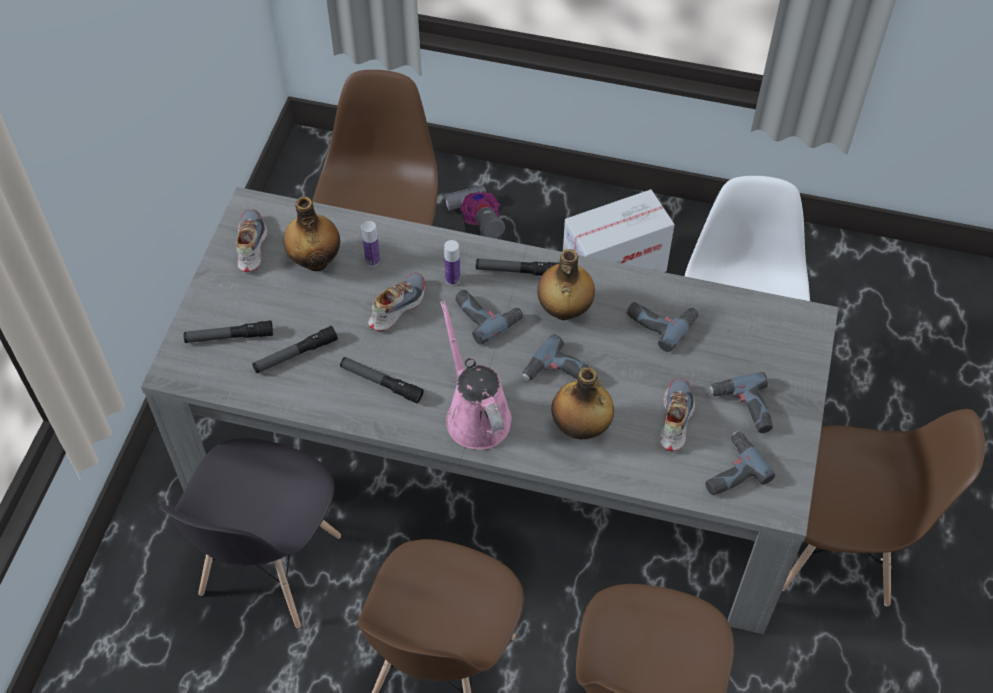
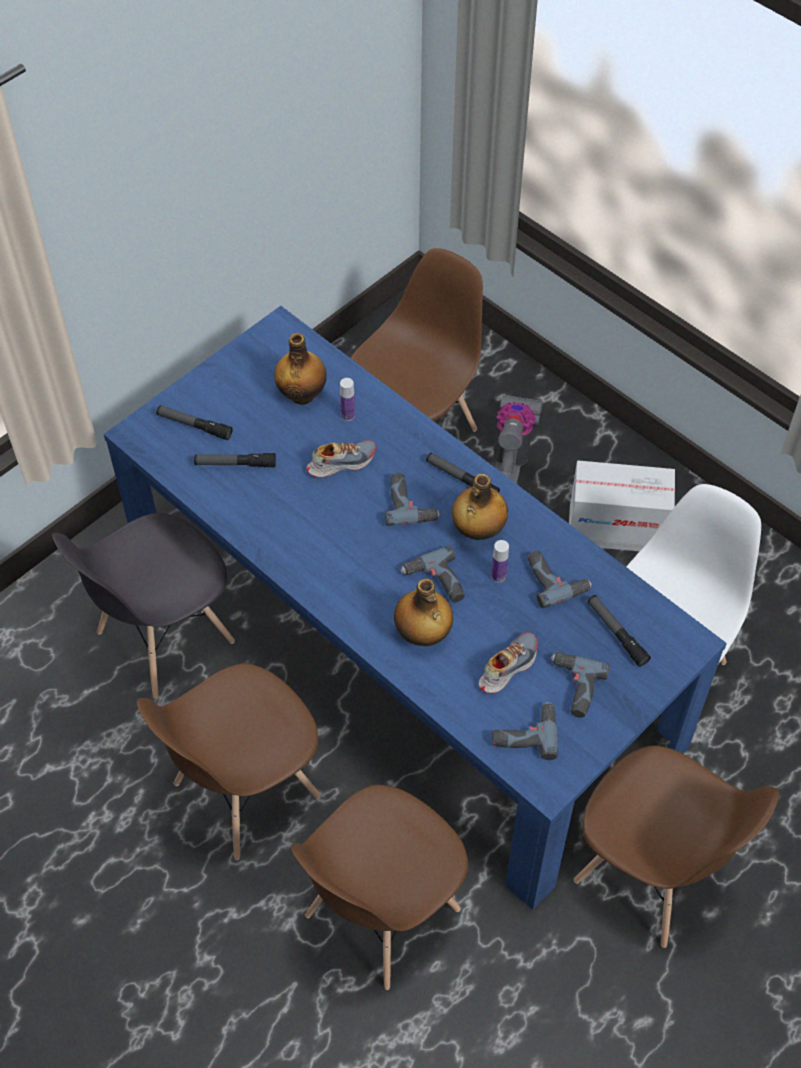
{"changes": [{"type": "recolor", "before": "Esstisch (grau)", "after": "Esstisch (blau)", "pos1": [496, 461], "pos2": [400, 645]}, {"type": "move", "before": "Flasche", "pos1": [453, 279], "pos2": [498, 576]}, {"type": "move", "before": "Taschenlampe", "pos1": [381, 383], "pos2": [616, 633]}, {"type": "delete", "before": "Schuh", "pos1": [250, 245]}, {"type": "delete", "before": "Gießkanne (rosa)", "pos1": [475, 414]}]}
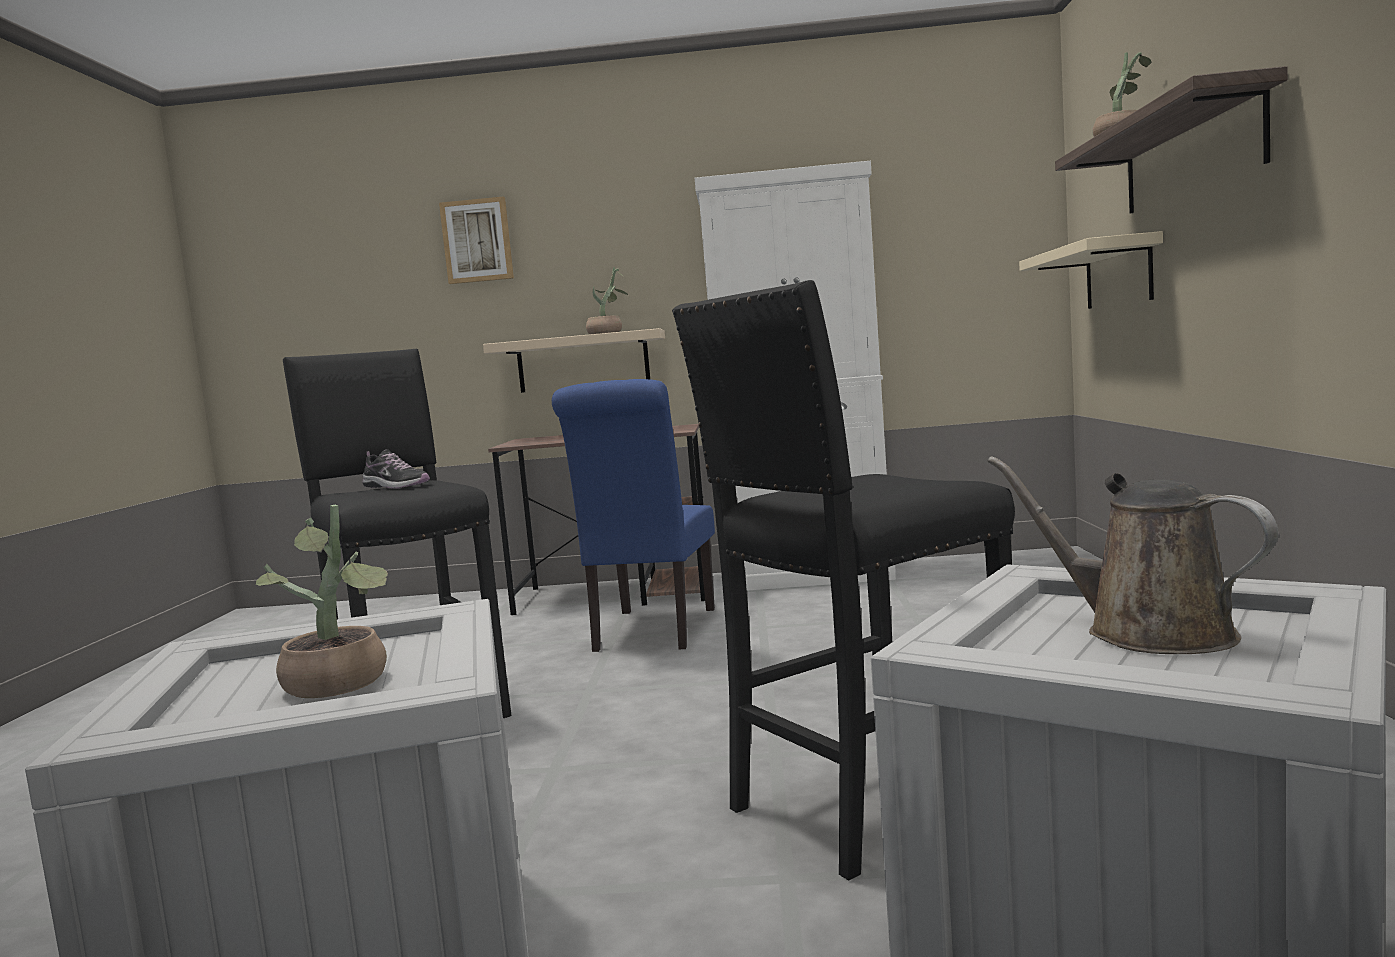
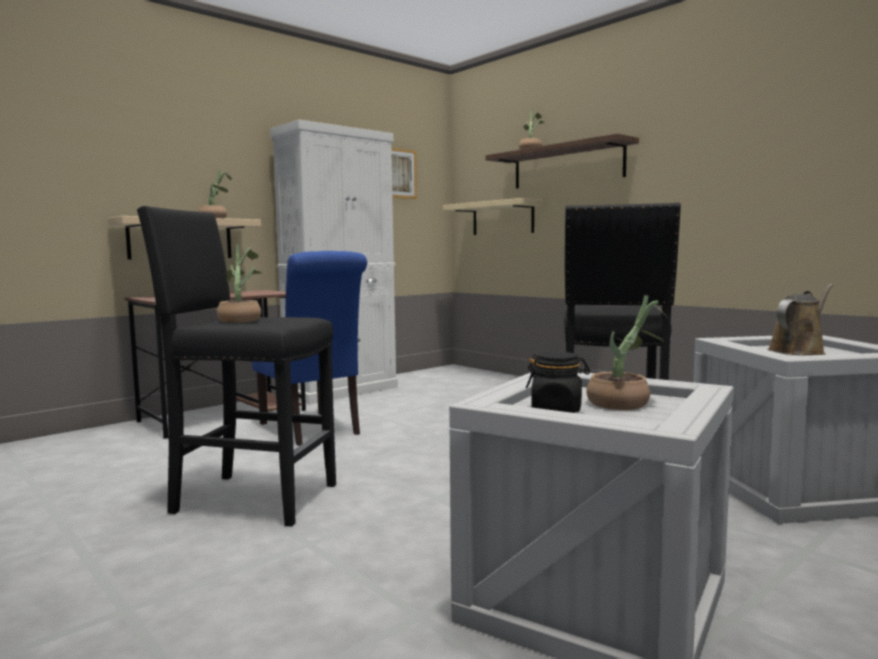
{"changes": [{"type": "replace", "before": "Schuh", "after": "Topfpflanze", "pos1": [395, 486], "pos2": [240, 320]}, {"type": "move", "before": "Bild", "pos1": [477, 241], "pos2": [399, 173]}, {"type": "insert", "after": "Vorratsglas (schwarz)", "pos2": [557, 409]}, {"type": "rotate", "before": "Gießkanne (braun)", "pos1": [1145, 632], "pos2": [798, 351], "turn": 135}]}
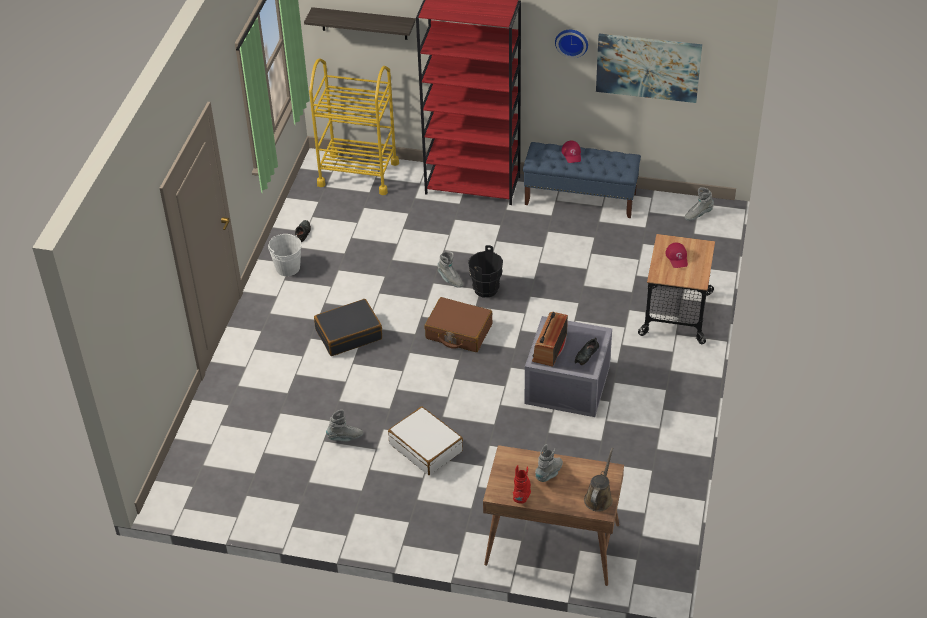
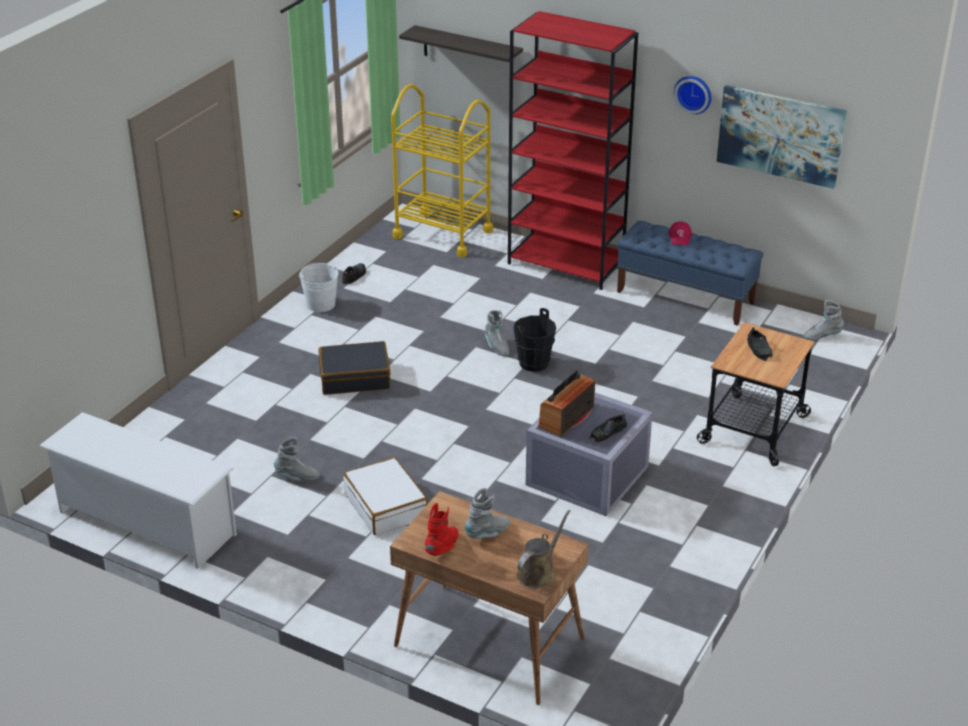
{"changes": [{"type": "insert", "after": "Schuhregal (weiß)", "pos2": [146, 523]}, {"type": "replace", "before": "Kappe (rot)", "after": "Schuh (schwarz)", "pos1": [677, 257], "pos2": [759, 349]}, {"type": "delete", "before": "Koffer (braun)", "pos1": [458, 332]}]}
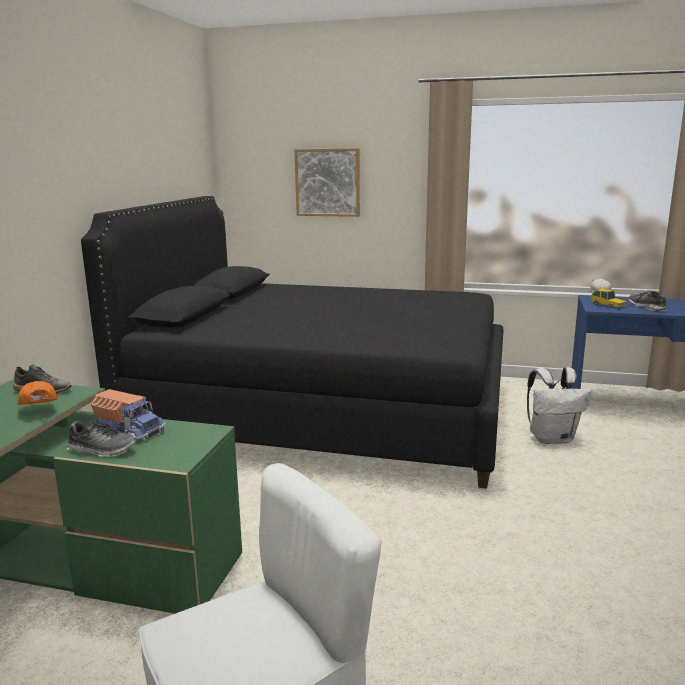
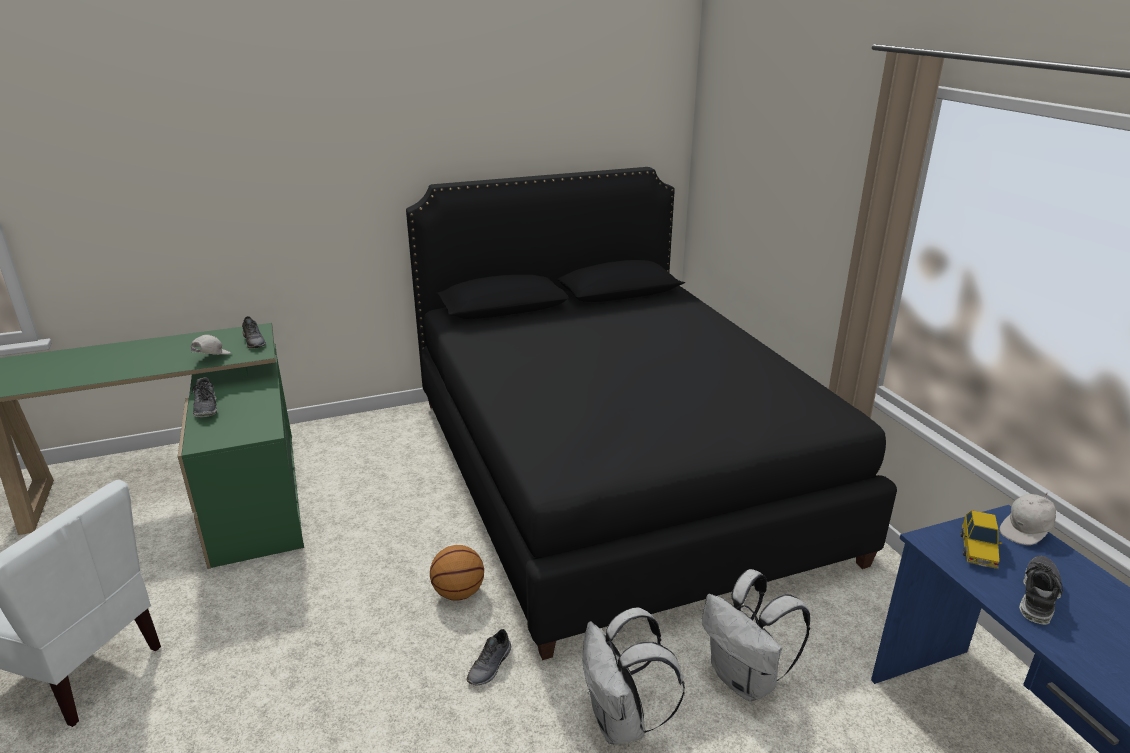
{"changes": [{"type": "recolor", "before": "Kappe (orange)", "after": "Kappe (weiß)", "pos1": [38, 411], "pos2": [211, 358]}, {"type": "insert", "after": "Basketball", "pos2": [458, 593]}, {"type": "insert", "after": "Schuh (grau)", "pos2": [490, 666]}, {"type": "insert", "after": "Rucksack (weiß)", "pos2": [622, 722]}, {"type": "delete", "before": "Spielzeuglaster", "pos1": [129, 429]}, {"type": "delete", "before": "Bild", "pos1": [327, 182]}]}
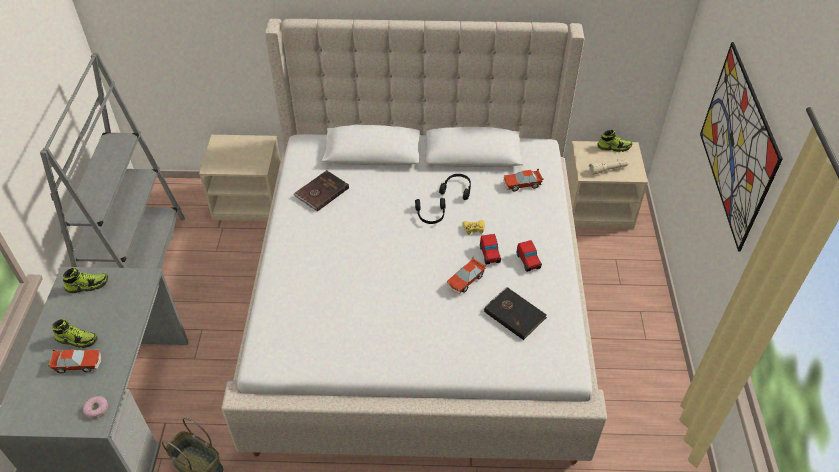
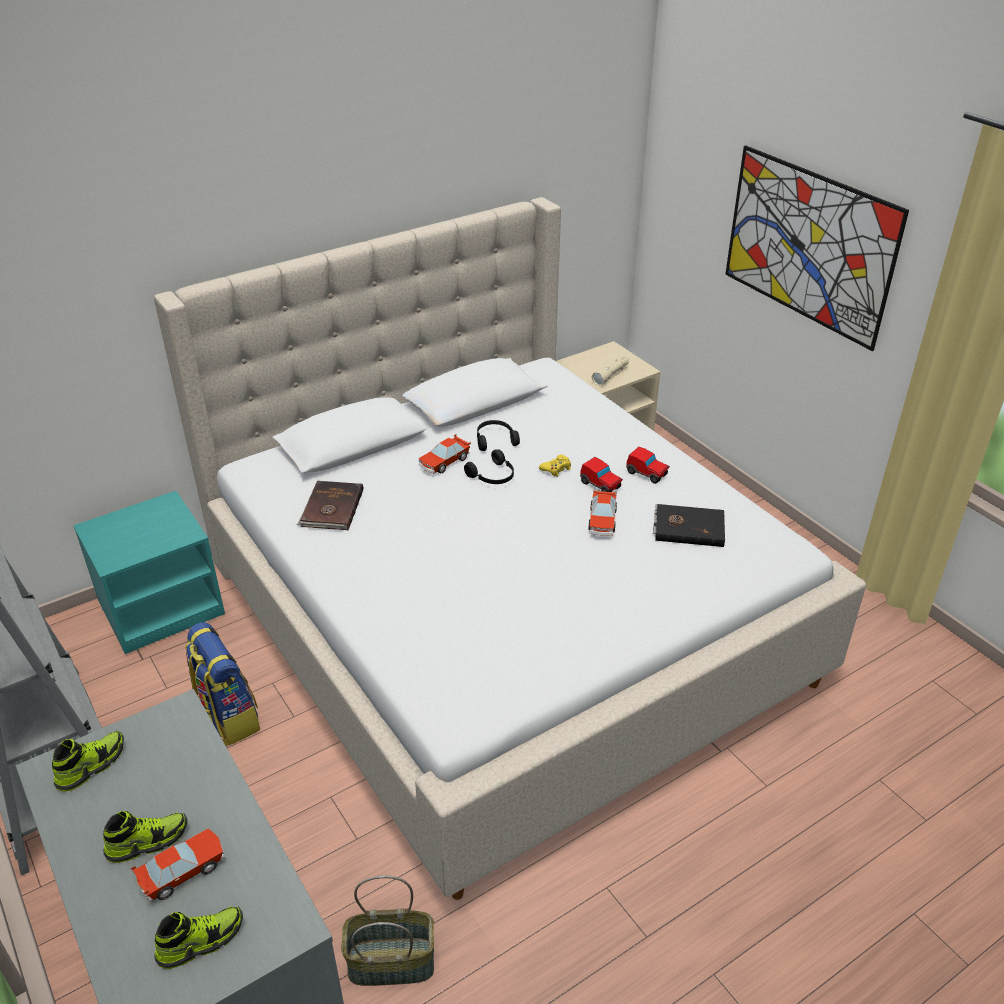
{"changes": [{"type": "recolor", "before": "Nachttisch (beige)", "after": "Nachttisch (türkis)", "pos1": [250, 201], "pos2": [162, 607]}, {"type": "move", "before": "Schuh", "pos1": [614, 147], "pos2": [201, 941]}, {"type": "insert", "after": "Rucksack", "pos2": [226, 717]}, {"type": "move", "before": "Spielzeugauto", "pos1": [521, 184], "pos2": [444, 462]}, {"type": "delete", "before": "Donut", "pos1": [96, 409]}]}
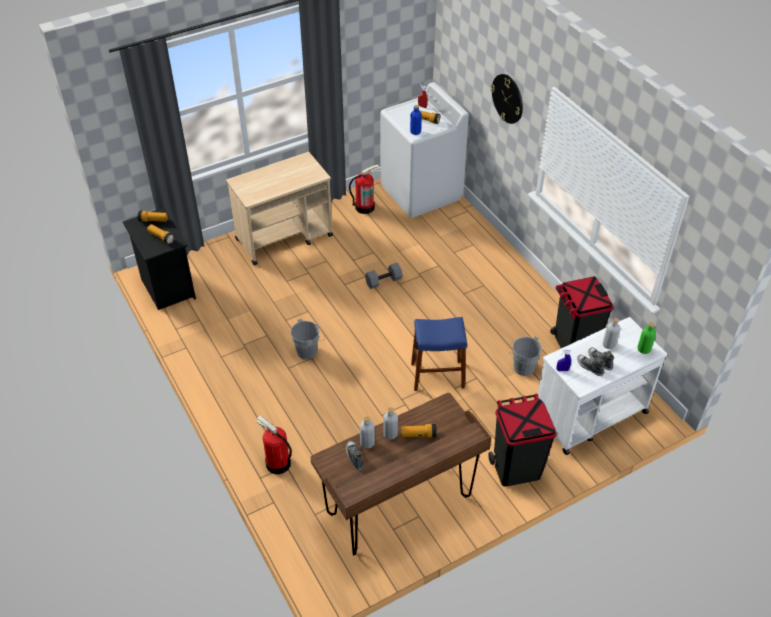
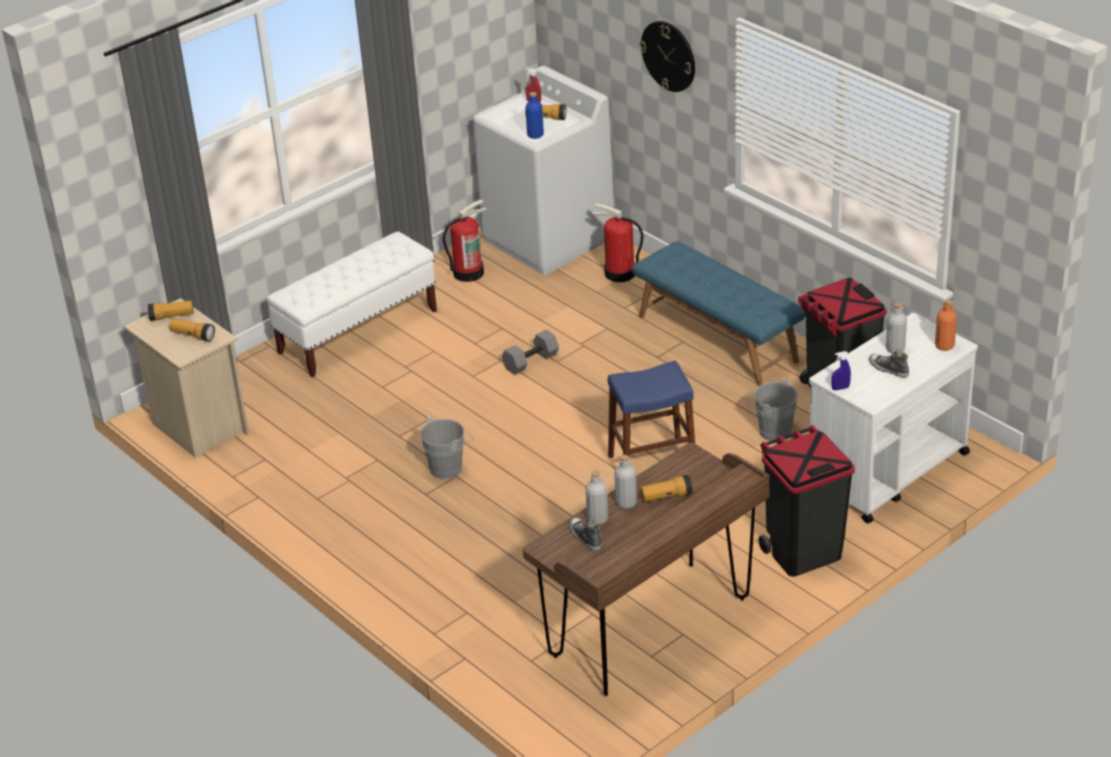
{"changes": [{"type": "recolor", "before": "Nachttisch (schwarz)", "after": "Nachttisch (beige)", "pos1": [166, 288], "pos2": [197, 427]}, {"type": "replace", "before": "Rollwagen (beige)", "after": "Bank (weiß)", "pos1": [285, 237], "pos2": [358, 332]}, {"type": "move", "before": "Feuerlöscher", "pos1": [277, 463], "pos2": [619, 273]}, {"type": "insert", "after": "Bank (blau)", "pos2": [718, 338]}, {"type": "recolor", "before": "Flasche (grün)", "after": "Flasche (orange)", "pos1": [643, 349], "pos2": [944, 346]}, {"type": "delete", "before": "Schuh", "pos1": [590, 367]}]}
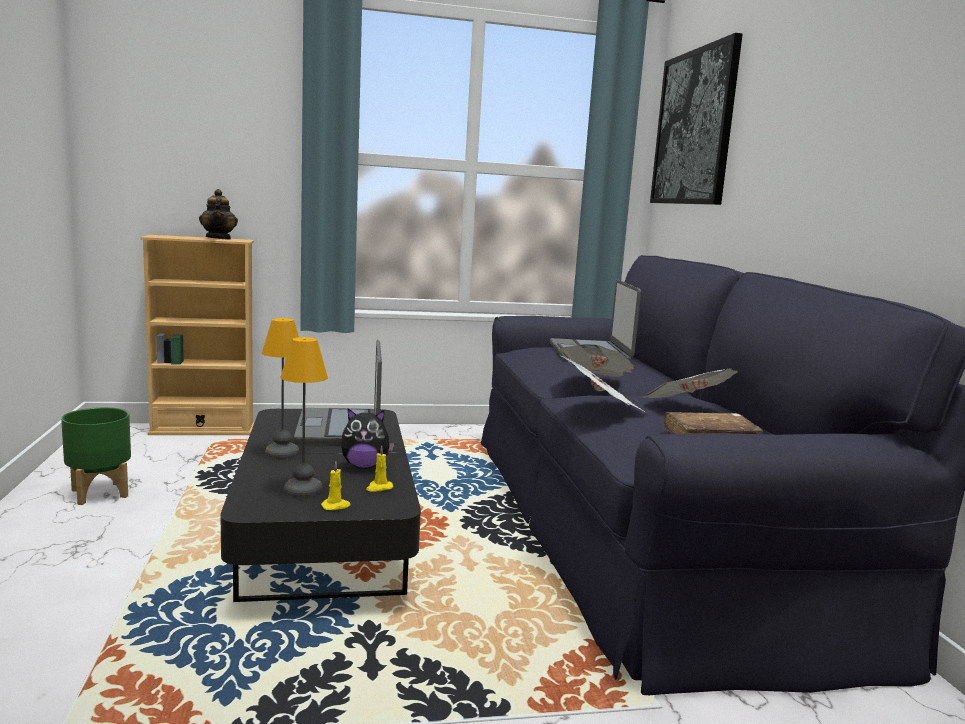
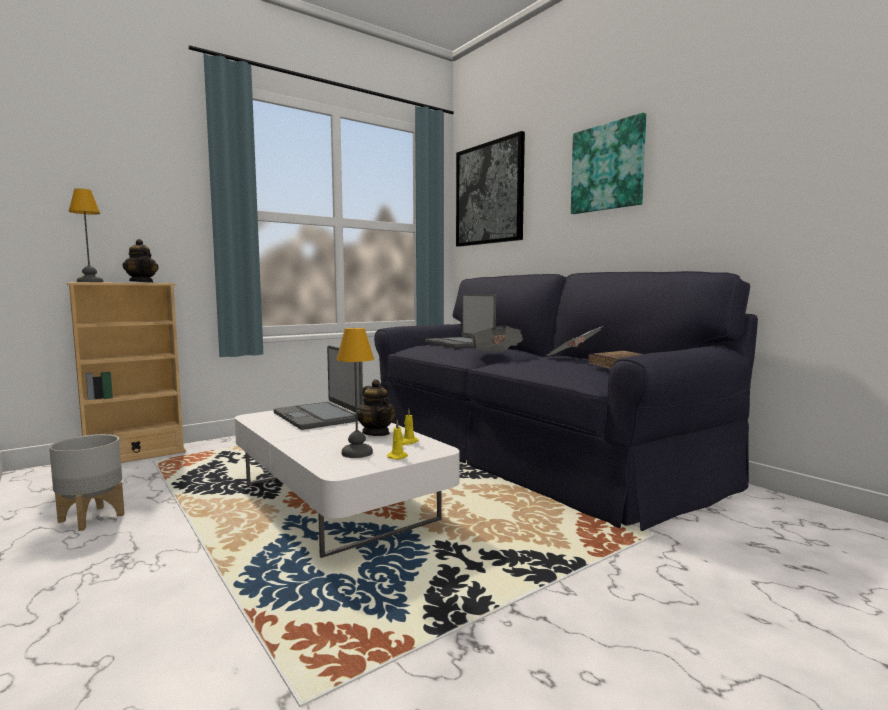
{"changes": [{"type": "recolor", "before": "Pflanzkübel (grün)", "after": "Pflanzkübel (grau)", "pos1": [99, 493], "pos2": [91, 518]}, {"type": "move", "before": "Tischlampe", "pos1": [281, 453], "pos2": [89, 282]}, {"type": "recolor", "before": "Couchtisch (schwarz)", "after": "Couchtisch (weiß)", "pos1": [324, 537], "pos2": [336, 502]}, {"type": "replace", "before": "Plüschtier", "after": "Teekanne", "pos1": [365, 466], "pos2": [376, 433]}, {"type": "insert", "after": "Bild", "pos2": [608, 167]}, {"type": "delete", "before": "Zeitung", "pos1": [601, 408]}]}
